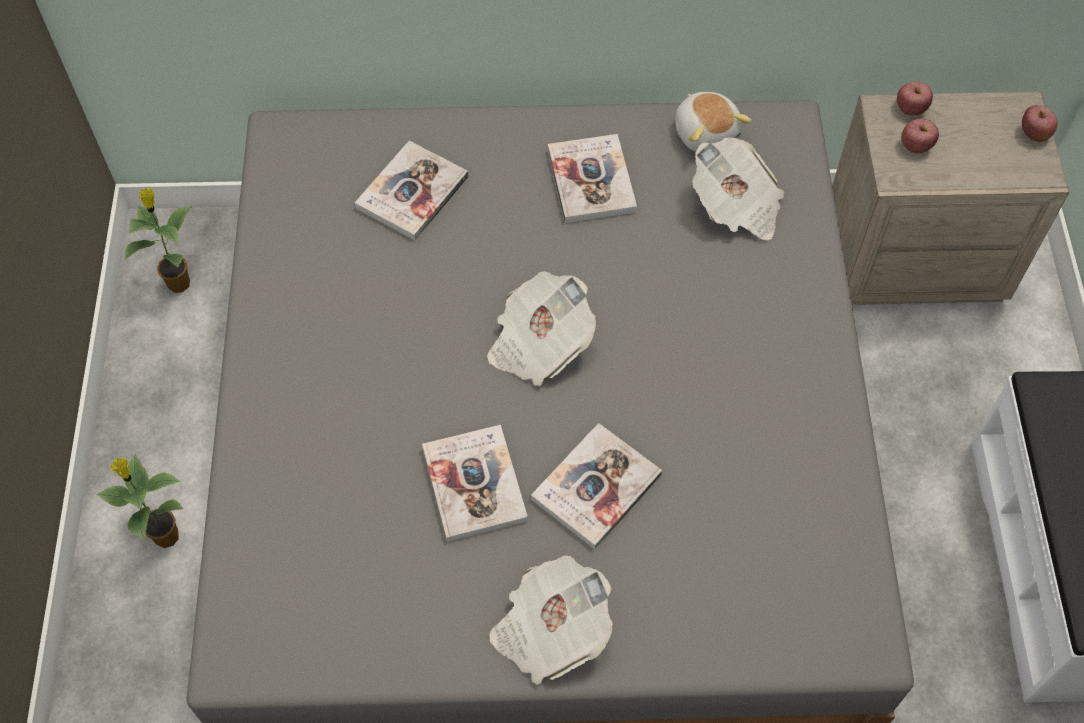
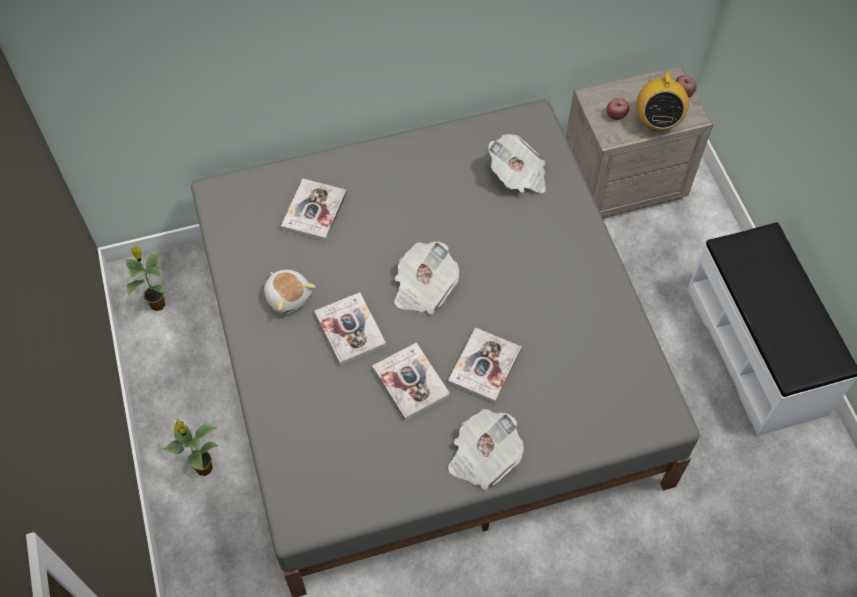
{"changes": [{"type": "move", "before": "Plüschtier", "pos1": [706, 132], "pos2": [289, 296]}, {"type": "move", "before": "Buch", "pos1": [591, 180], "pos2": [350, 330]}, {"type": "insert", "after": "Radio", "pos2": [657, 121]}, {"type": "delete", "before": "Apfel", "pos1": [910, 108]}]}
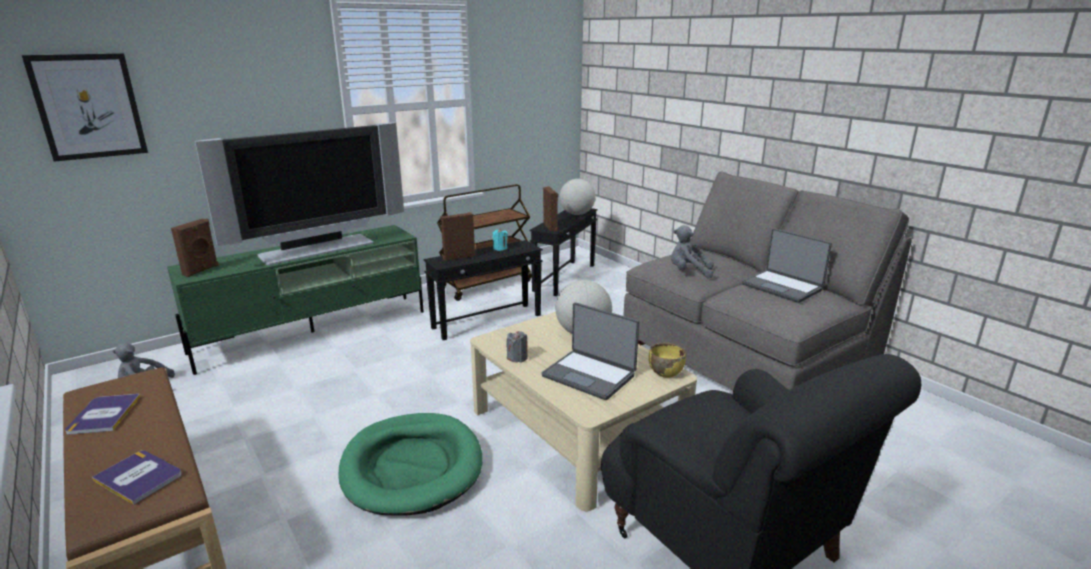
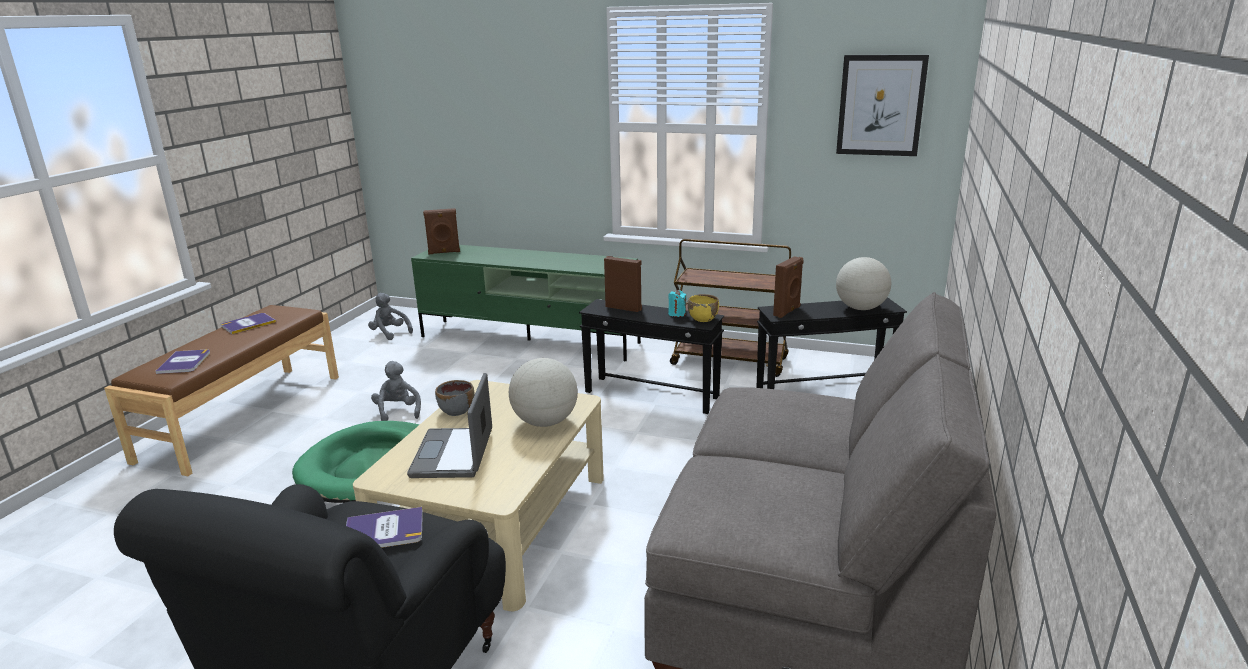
{"changes": [{"type": "insert", "after": "Buch", "pos2": [384, 531]}, {"type": "move", "before": "Plüschtier (grau)", "pos1": [688, 272], "pos2": [398, 411]}, {"type": "replace", "before": "Kerze (grau)", "after": "Schüssel (grau)", "pos1": [517, 358], "pos2": [456, 411]}, {"type": "move", "before": "Schüssel (gelb)", "pos1": [665, 372], "pos2": [703, 318]}, {"type": "move", "before": "Bild", "pos1": [88, 106], "pos2": [881, 105]}, {"type": "delete", "before": "Fernseher", "pos1": [318, 250]}, {"type": "delete", "before": "Laptop", "pos1": [782, 287]}]}
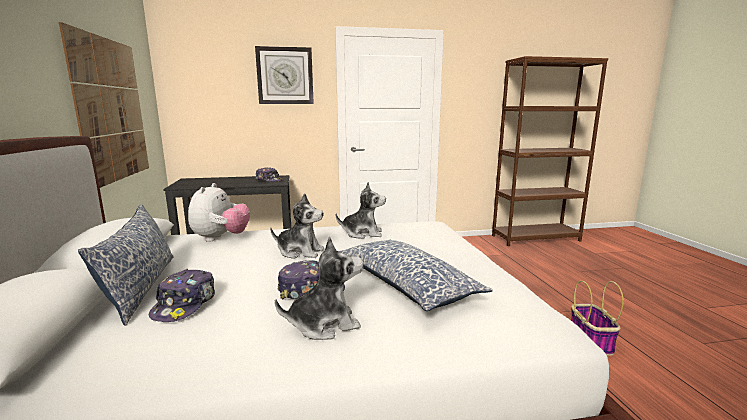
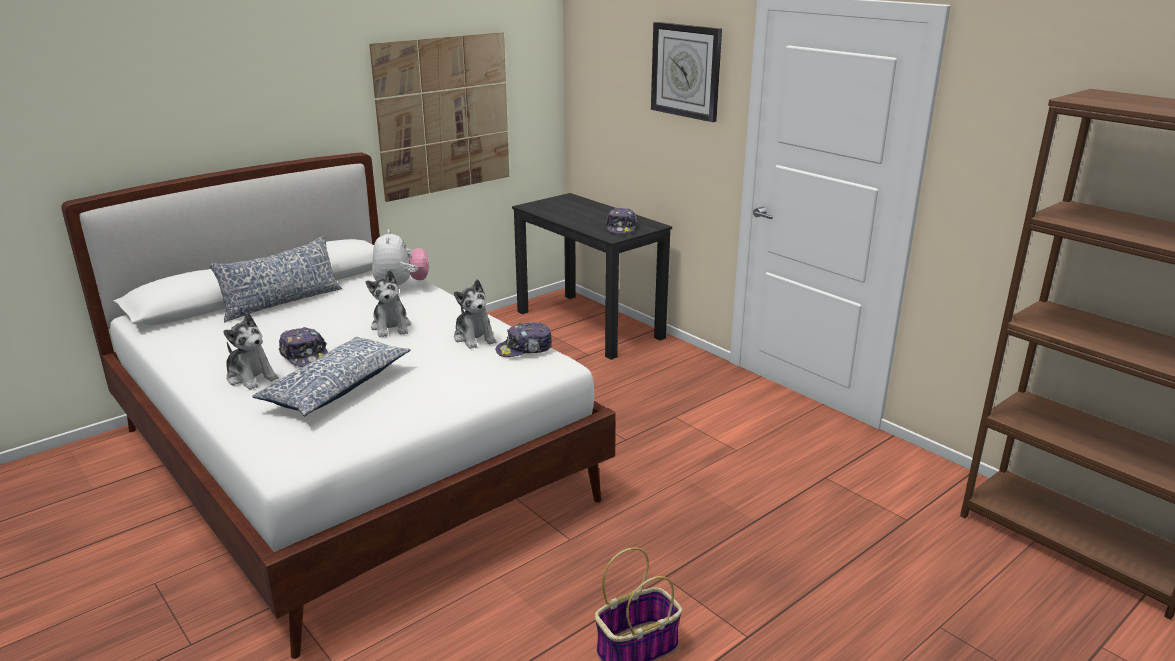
{"changes": [{"type": "rotate", "before": "Plüschtier", "pos1": [221, 238], "pos2": [401, 286], "turn": -75}, {"type": "move", "before": "Kappe", "pos1": [185, 305], "pos2": [524, 349]}]}
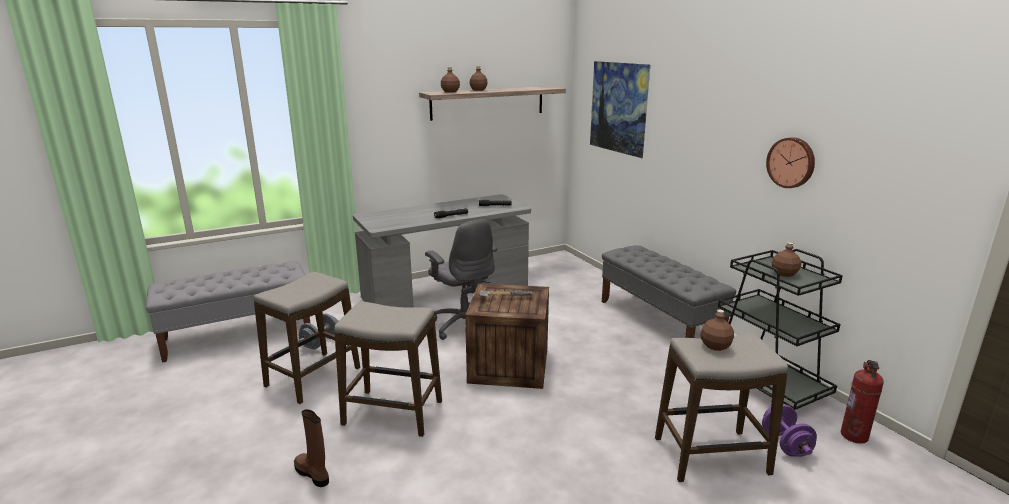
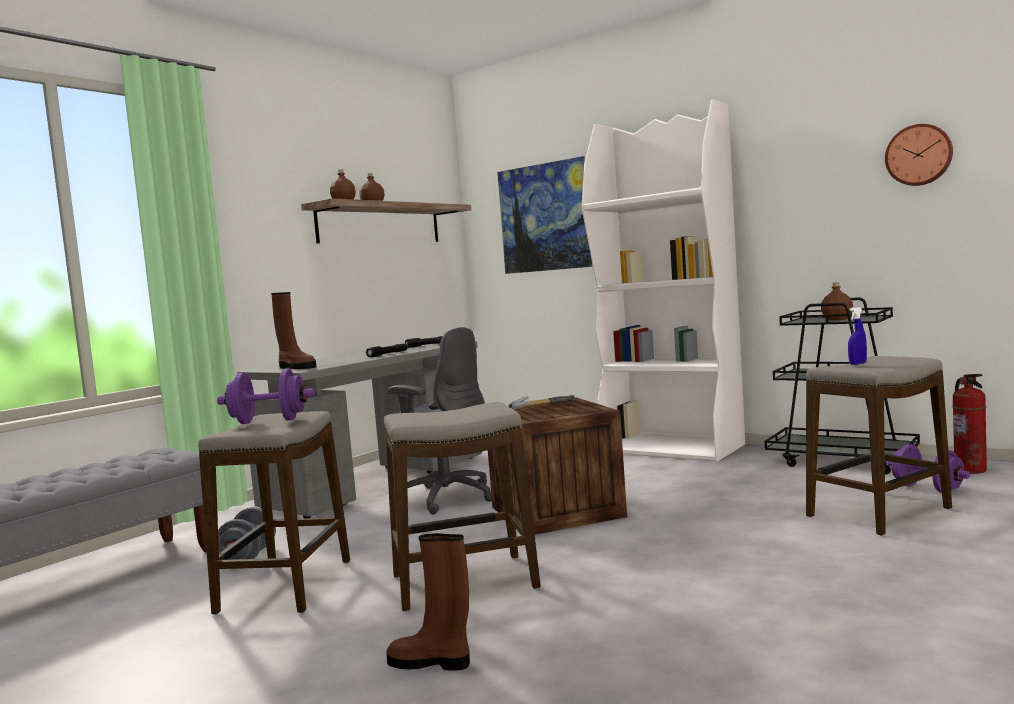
{"changes": [{"type": "insert", "after": "Hantel (lila)", "pos2": [268, 421]}, {"type": "insert", "after": "Stiefel (braun)", "pos2": [295, 367]}, {"type": "replace", "before": "Bank (grau)", "after": "Bücherregal (weiß)", "pos1": [659, 321], "pos2": [672, 448]}, {"type": "replace", "before": "Flasche (braun)", "after": "Sprühflasche (blau)", "pos1": [715, 346], "pos2": [857, 364]}, {"type": "move", "before": "Wanduhr", "pos1": [791, 162], "pos2": [918, 155]}]}
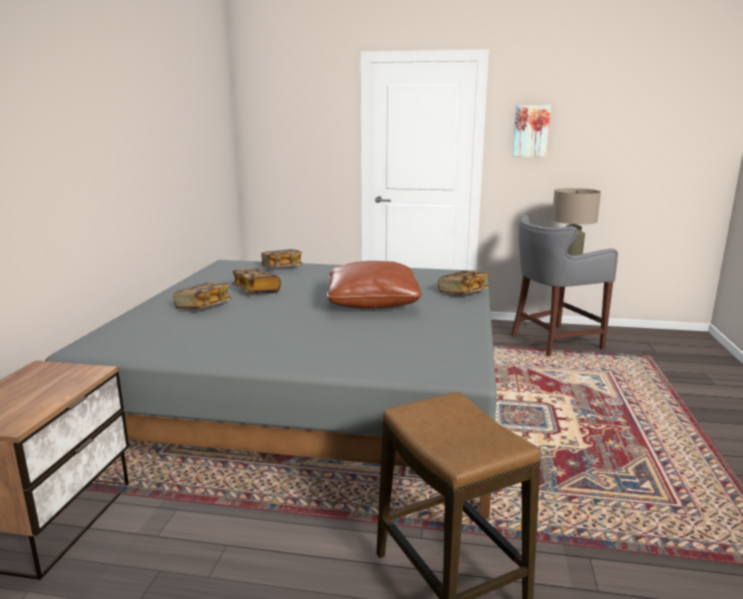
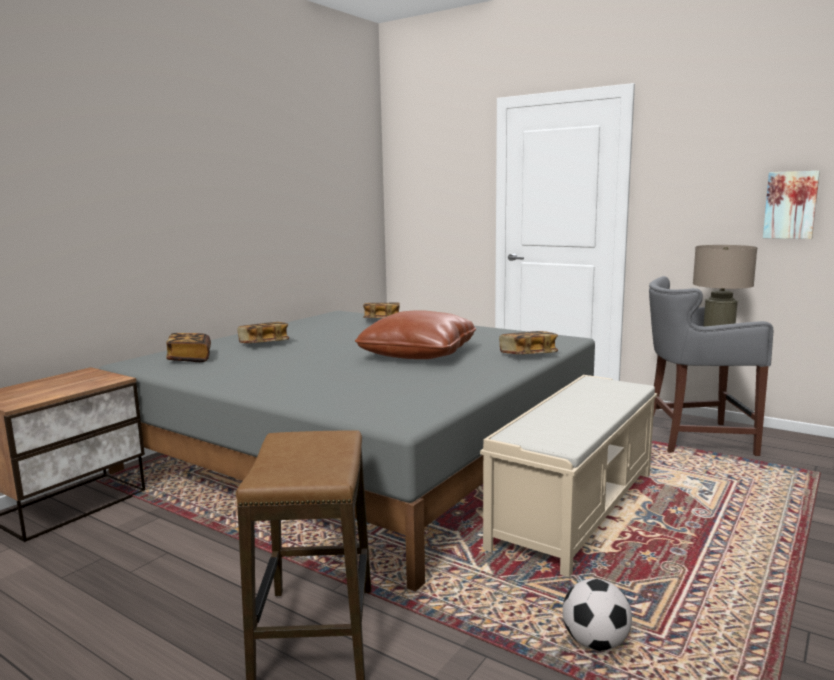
{"changes": [{"type": "move", "before": "Buch", "pos1": [256, 291], "pos2": [190, 358]}, {"type": "insert", "after": "Bank (beige)", "pos2": [576, 508]}, {"type": "insert", "after": "Fußball", "pos2": [595, 643]}, {"type": "move", "before": "Bild", "pos1": [531, 131], "pos2": [790, 205]}]}
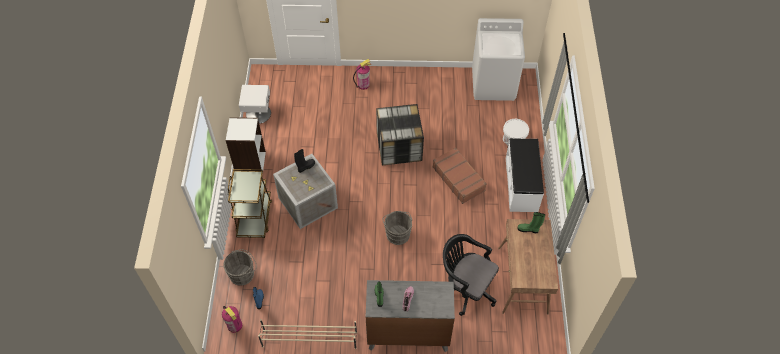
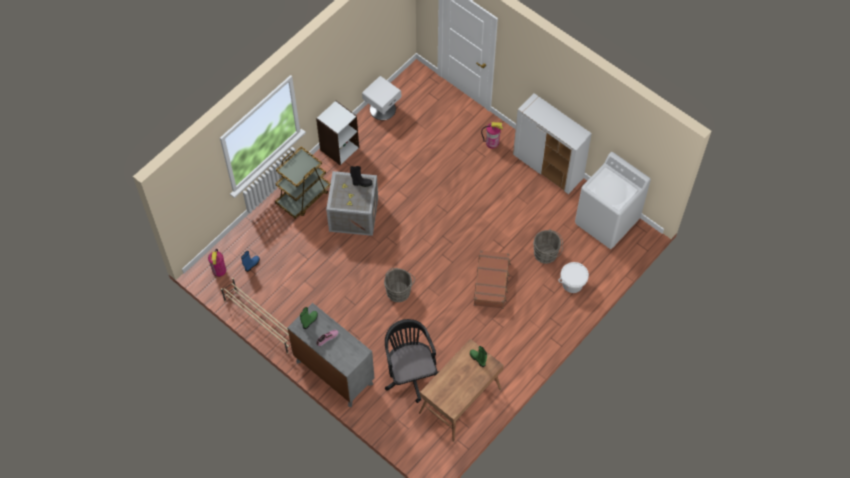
{"changes": [{"type": "insert", "after": "Schrank (weiß)", "pos2": [548, 167]}, {"type": "move", "before": "Eimer (grau)", "pos1": [243, 274], "pos2": [547, 254]}, {"type": "delete", "before": "Aufbewahrungsbox", "pos1": [398, 147]}, {"type": "delete", "before": "Bank (weiß)", "pos1": [521, 184]}]}
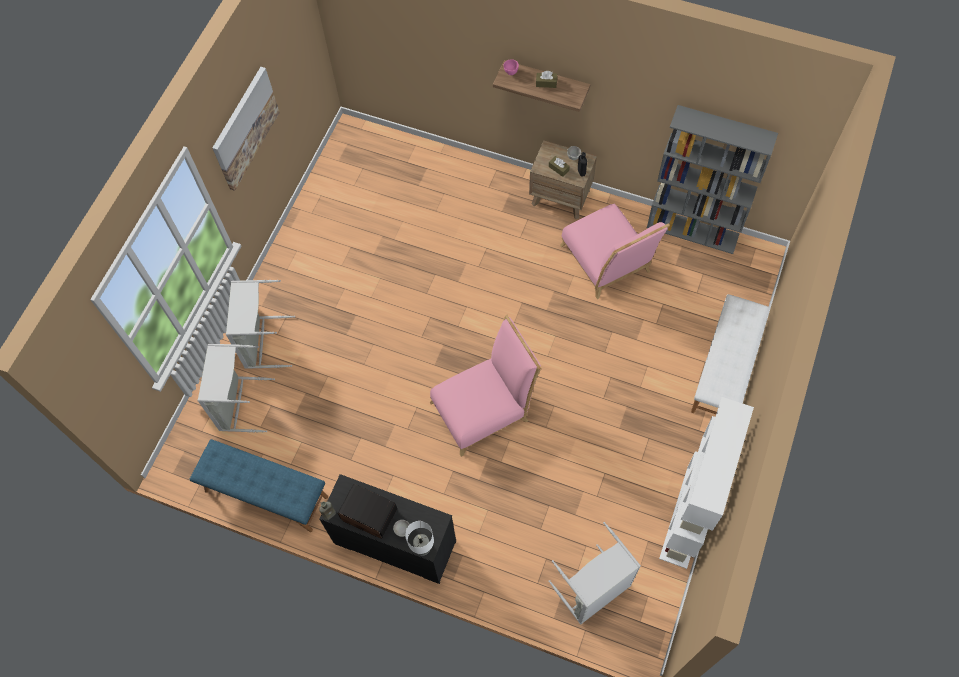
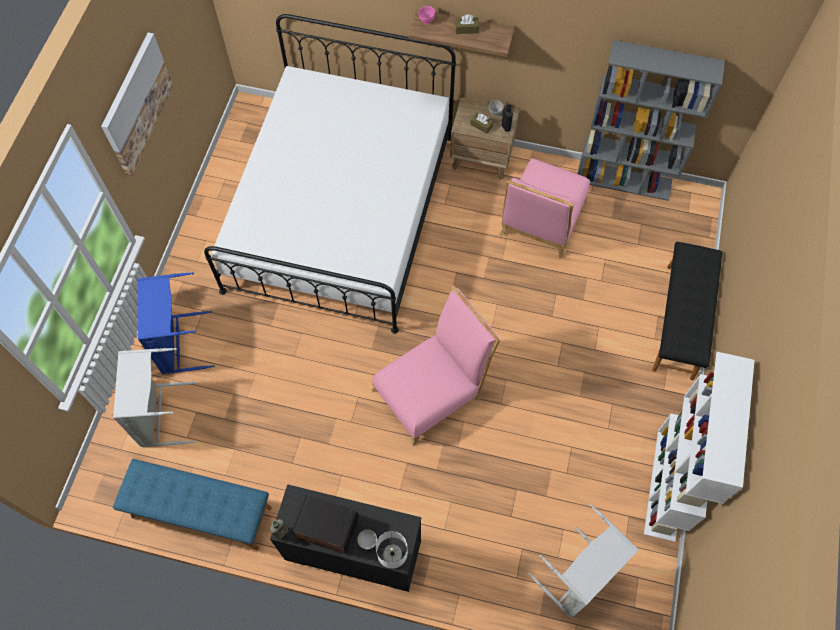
{"changes": [{"type": "recolor", "before": "Wäschekorb (grau)", "after": "Wäschekorb (blau)", "pos1": [262, 342], "pos2": [179, 343]}, {"type": "insert", "after": "Bett (weiß)", "pos2": [341, 211]}, {"type": "rotate", "before": "Stuhl (rosa)", "pos1": [607, 263], "pos2": [541, 222], "turn": 60}, {"type": "recolor", "before": "Bank (weiß)", "after": "Bank (schwarz)", "pos1": [725, 369], "pos2": [680, 321]}]}
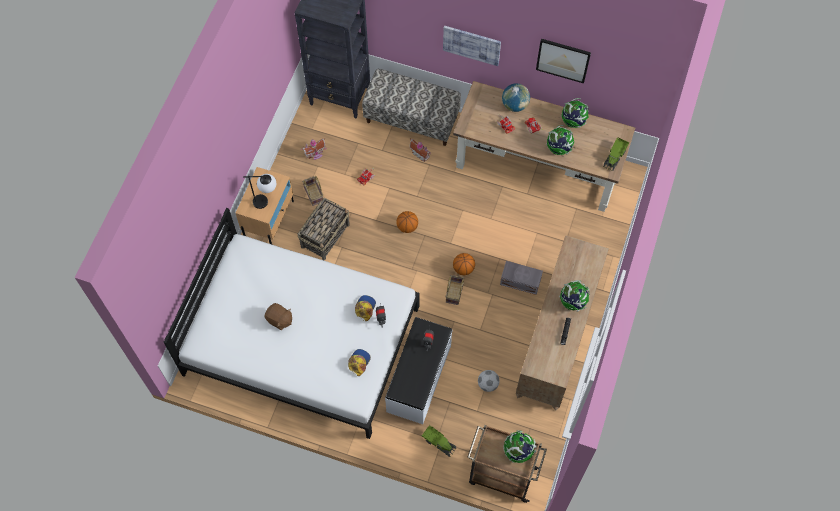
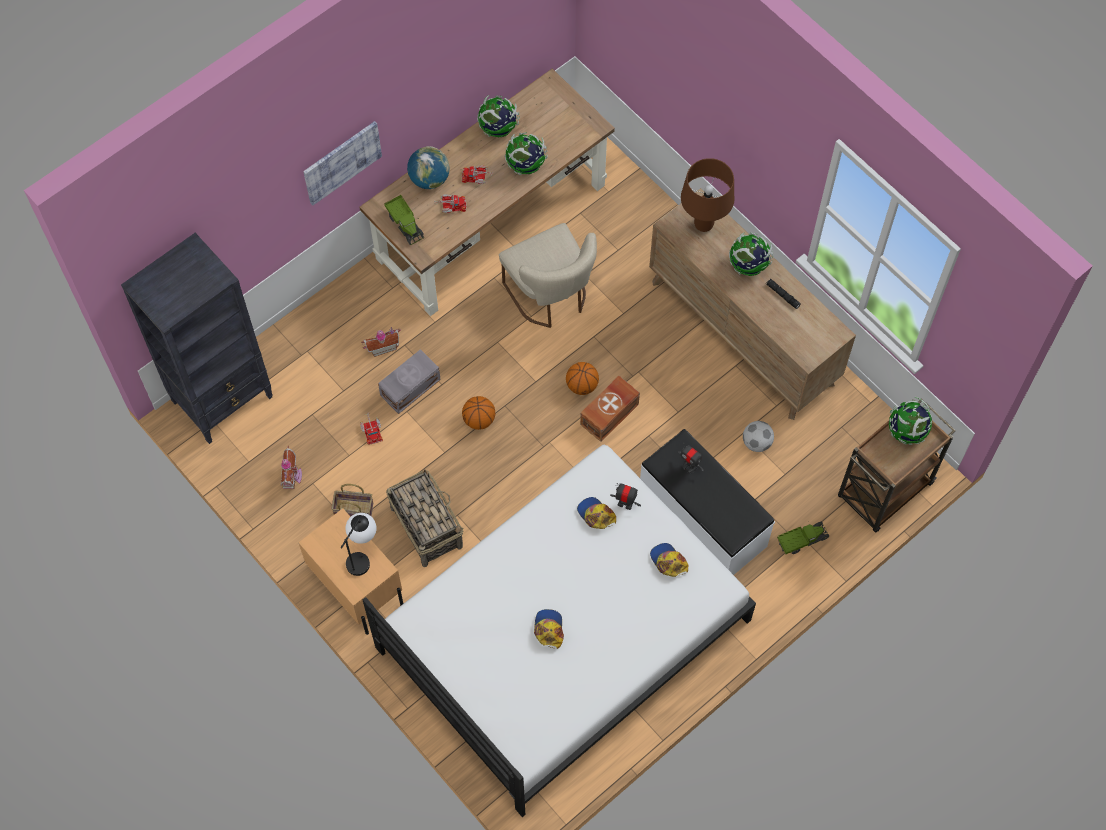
{"changes": [{"type": "move", "before": "Aufbewahrungsbox (grau)", "pos1": [520, 281], "pos2": [409, 387]}, {"type": "move", "before": "Spielzeuglaster", "pos1": [615, 157], "pos2": [405, 224]}, {"type": "insert", "after": "Stuhl (beige)", "pos2": [551, 297]}, {"type": "replace", "before": "Plüschtier (braun)", "after": "Kappe", "pos1": [279, 320], "pos2": [549, 629]}, {"type": "replace", "before": "Korb", "after": "Aufbewahrungsbox (braun)", "pos1": [454, 293], "pos2": [610, 414]}, {"type": "insert", "after": "Tischlampe (braun)", "pos2": [704, 225]}, {"type": "delete", "before": "Bank", "pos1": [412, 119]}, {"type": "delete", "before": "Bild", "pos1": [563, 60]}]}
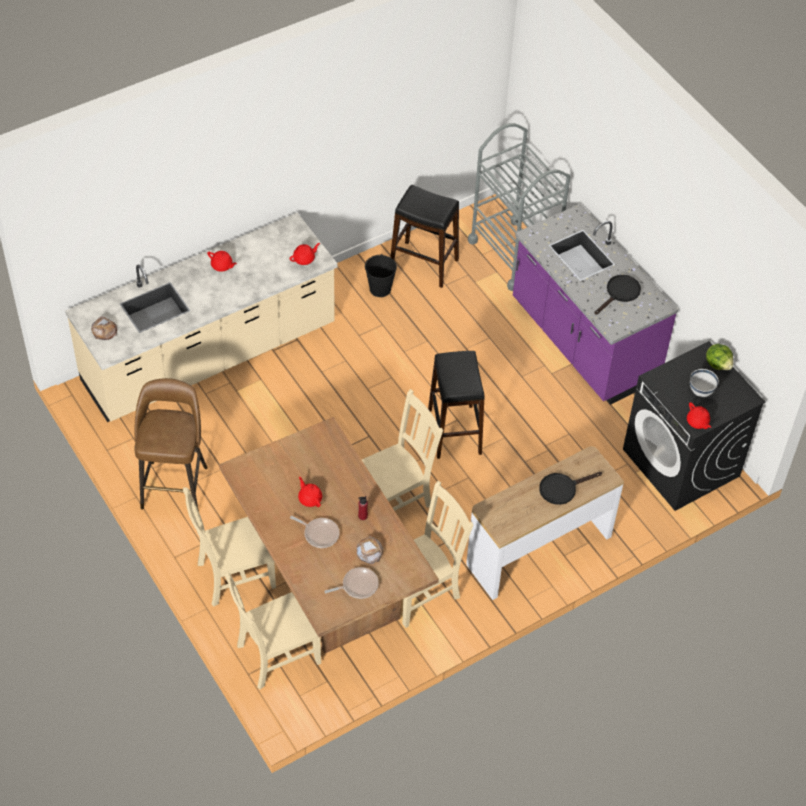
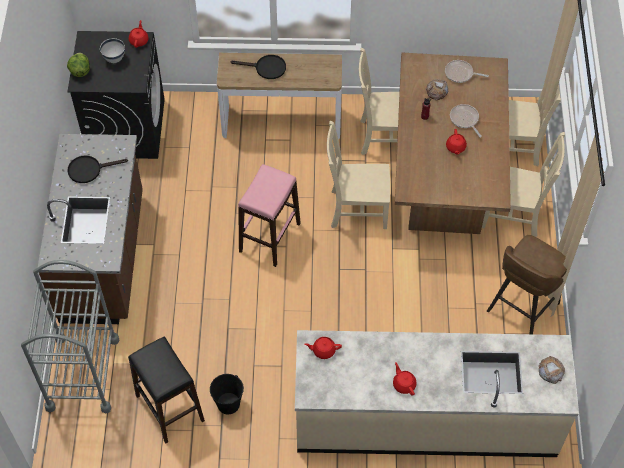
{"changes": [{"type": "recolor", "before": "Küchenzeile (lila)", "after": "Küchenzeile (braun)", "pos1": [583, 342], "pos2": [104, 257]}, {"type": "recolor", "before": "Hocker (schwarz)", "after": "Hocker (rosa)", "pos1": [454, 431], "pos2": [269, 237]}]}
